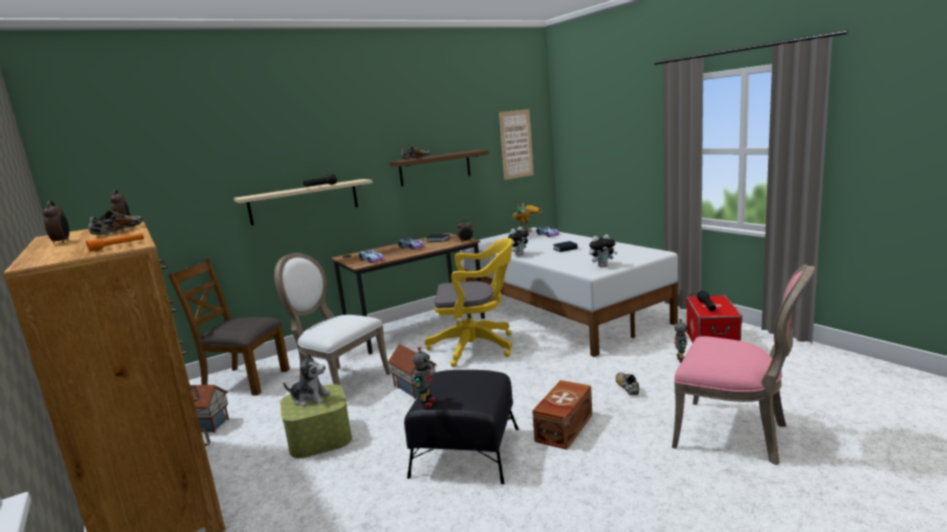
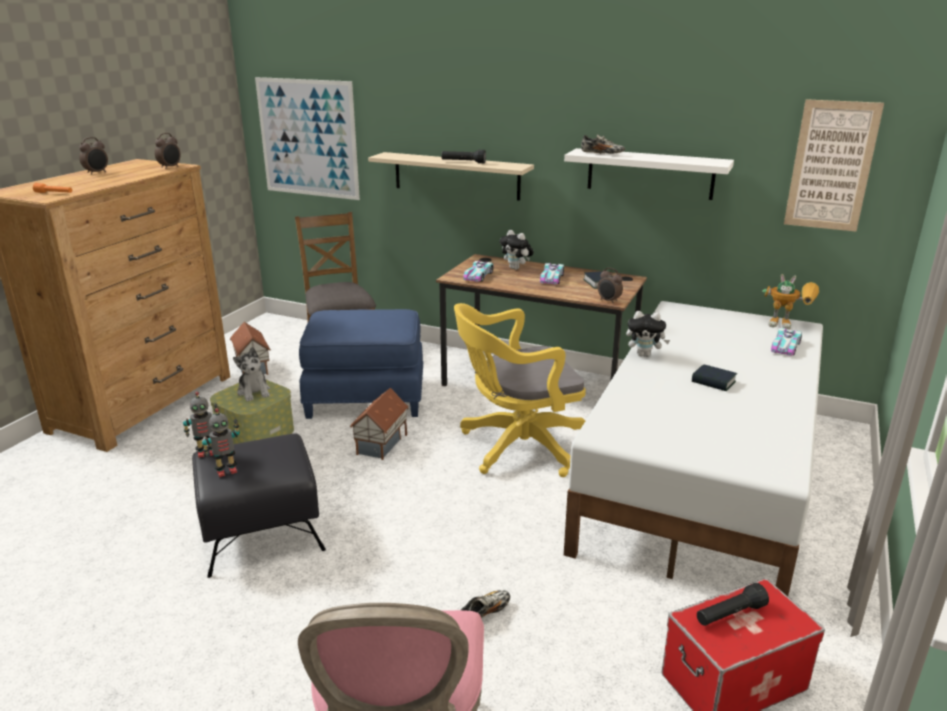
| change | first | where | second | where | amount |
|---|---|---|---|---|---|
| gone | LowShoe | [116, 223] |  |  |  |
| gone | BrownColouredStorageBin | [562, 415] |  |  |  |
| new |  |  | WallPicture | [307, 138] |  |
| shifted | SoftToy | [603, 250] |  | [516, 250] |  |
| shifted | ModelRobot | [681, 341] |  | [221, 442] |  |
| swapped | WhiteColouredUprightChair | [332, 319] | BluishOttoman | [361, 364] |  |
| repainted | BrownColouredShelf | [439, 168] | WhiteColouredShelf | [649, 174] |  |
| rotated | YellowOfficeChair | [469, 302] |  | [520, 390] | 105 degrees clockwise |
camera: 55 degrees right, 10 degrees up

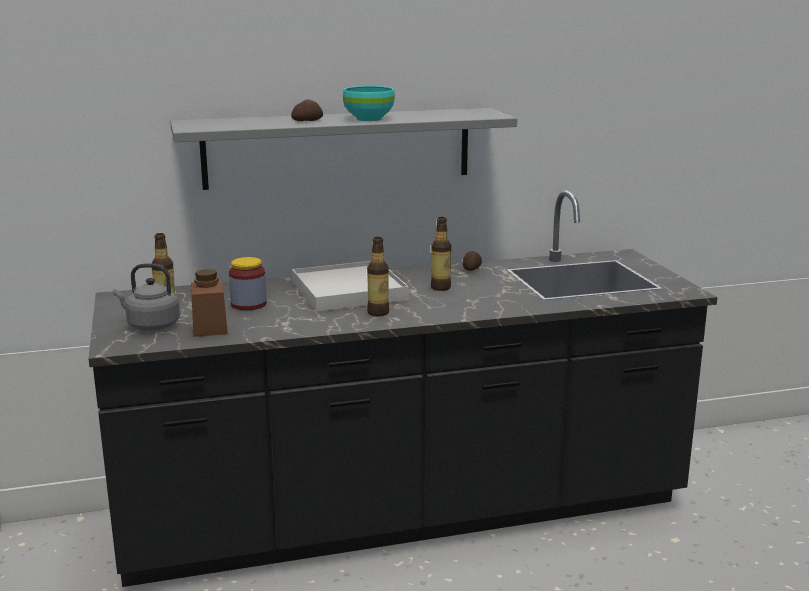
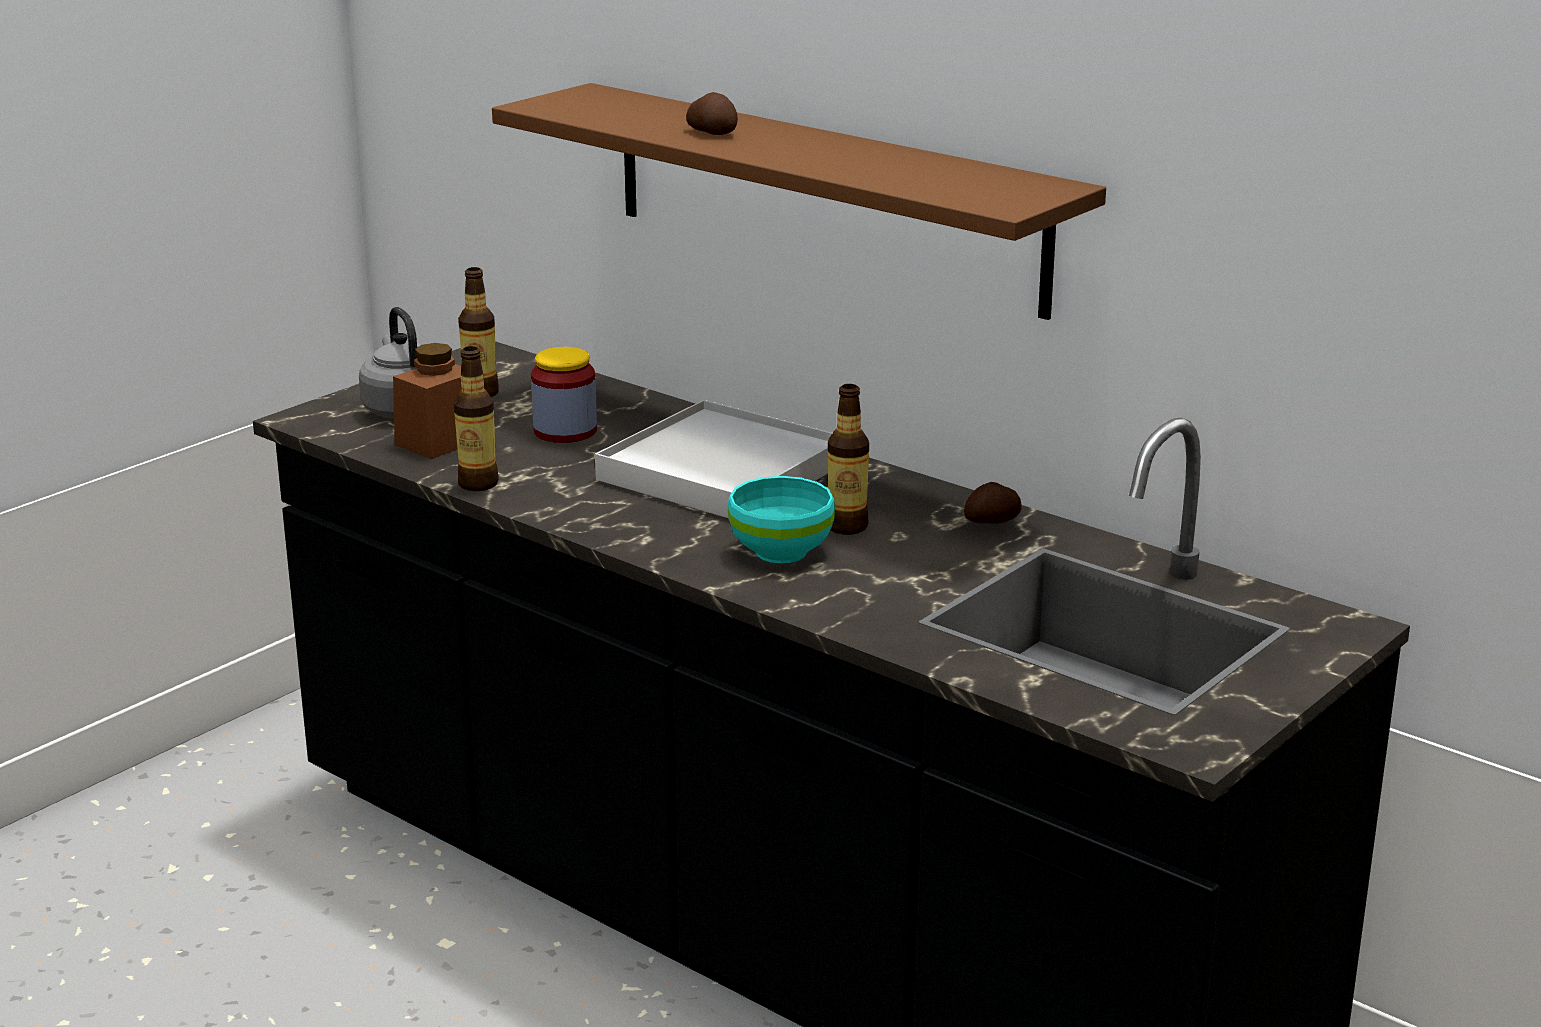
| change | first | where | second | where | amount |
|---|---|---|---|---|---|
| shifted | TurquoiseColouredDeepDish | [369, 103] |  | [781, 519] |  |
| shifted | Bottle | [378, 276] |  | [476, 418] |  |
| repainted | GreyishShelf | [343, 149] | BrownColouredShelf | [799, 201] |  |
camera: 55 degrees right, 5 degrees up

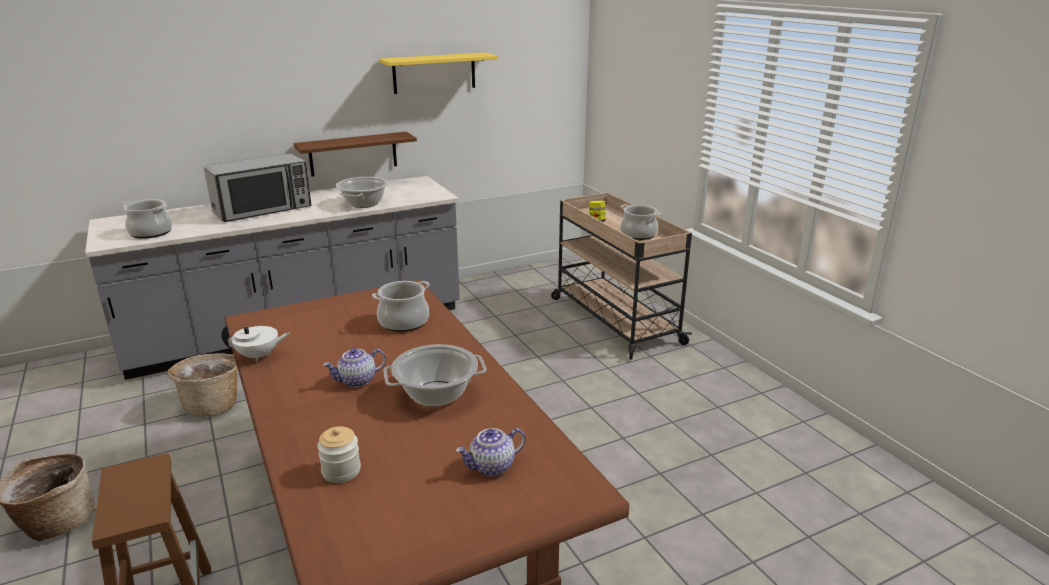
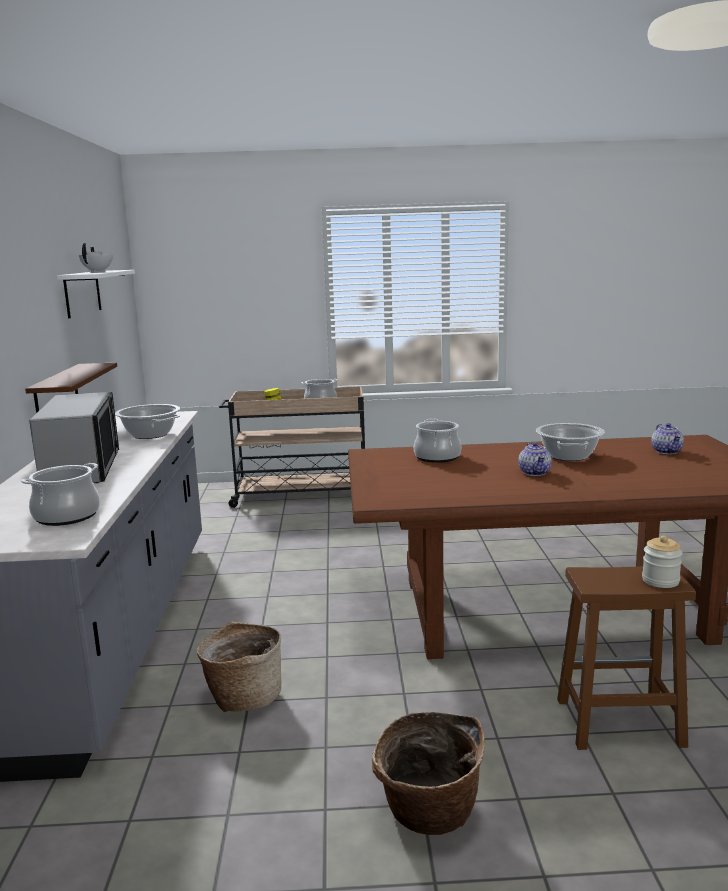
| change | first | where | second | where | amount |
|---|---|---|---|---|---|
| shifted | WhiteColouredTeaPot | [256, 343] |  | [96, 257] |  |
| shifted | Jar | [339, 454] |  | [662, 561] |  |
| repainted | YellowShelf | [438, 73] | WhiteColouredShelf | [96, 294] |  |
camera: 65 degrees left, 10 degrees down

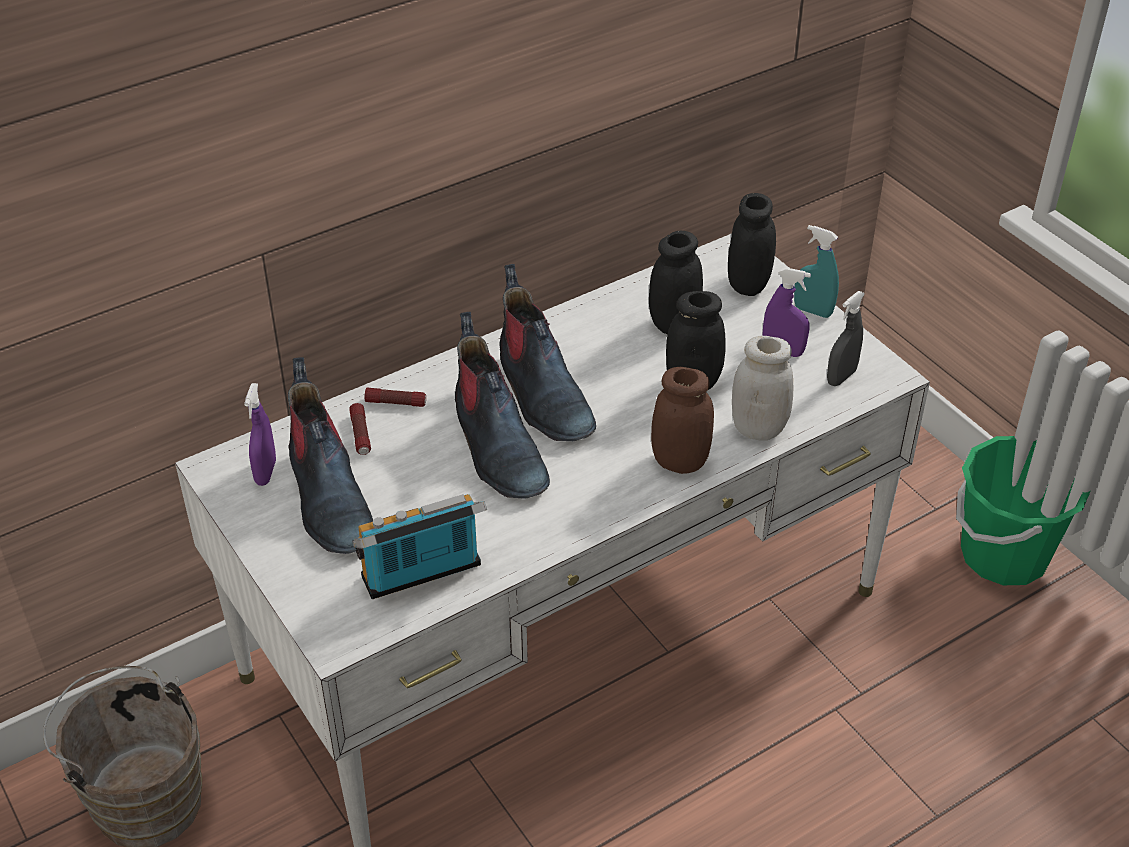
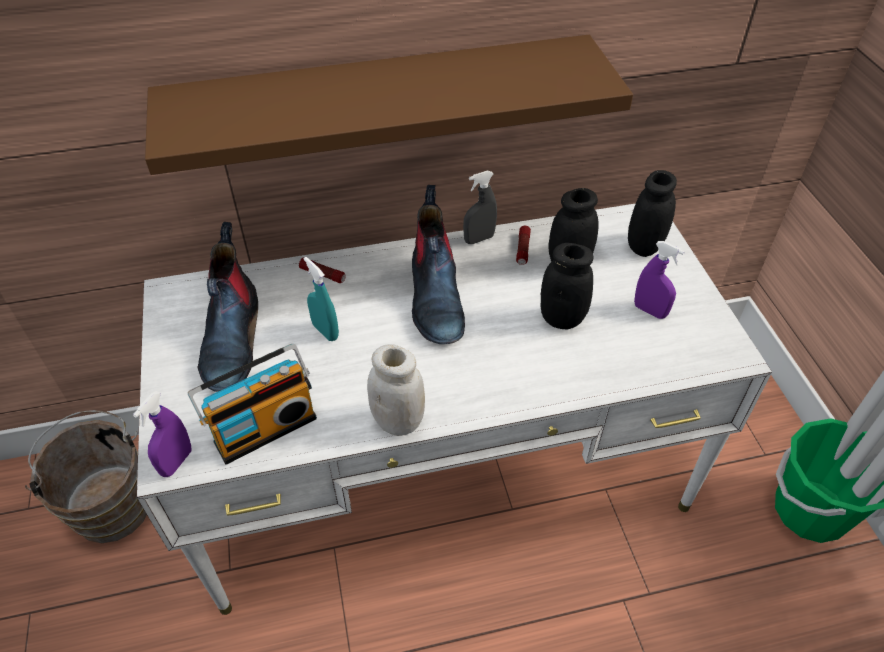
| change | first | where | second | where | amount |
|---|---|---|---|---|---|
| gone | Boot | [502, 405] |  |  |  |
| gone | BrownColouredJar | [682, 420] |  |  |  |
| new |  |  | BrownColouredShelf | [389, 105] |  |
| shifted | PurpleSprayer | [260, 434] |  | [162, 434] |  |
| shifted | HandTorch | [360, 429] |  | [523, 245] |  |
| shifted | WhiteColouredJar | [762, 388] |  | [396, 390] |  |
| shifted | TurquoiseColouredSprayer | [816, 271] |  | [321, 299] |  |
| shifted | GreyishSprayer | [846, 338] |  | [480, 207] |  |
| rotated | Radio | [419, 546] |  | [252, 404] | 150 degrees clockwise |
camera: 20 degrees right, 5 degrees up

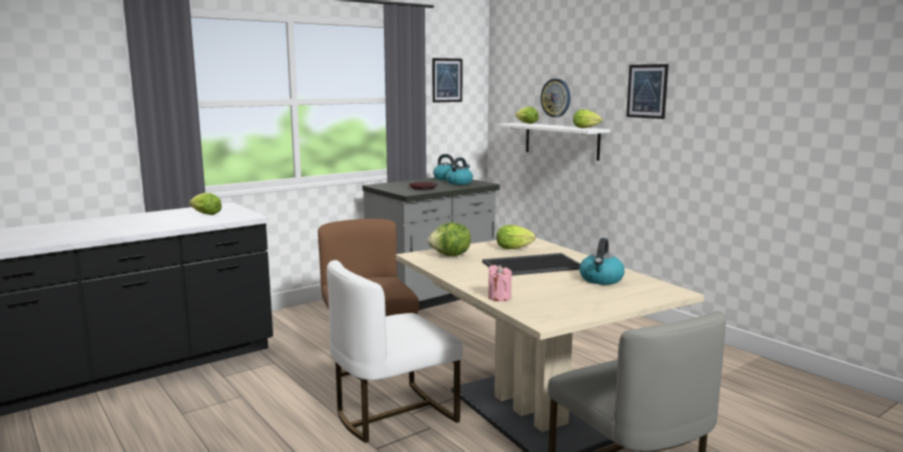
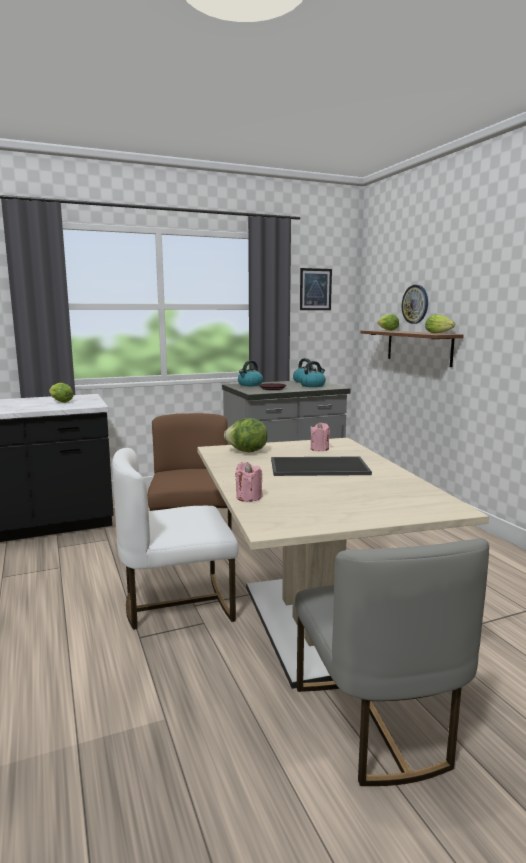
| change | first | where | second | where | amount |
|---|---|---|---|---|---|
| gone | WallPicture | [647, 91] |  |  |  |
| shifted | WaterKettle | [602, 261] |  | [250, 373] |  |
| swapped | LettuceHead | [516, 237] | PinkWaxLight | [320, 436] |  |
| repainted | WhiteColouredShelf | [554, 142] | BrownColouredShelf | [412, 348] |  |
camera: 15 degrees right, 0 degrees up

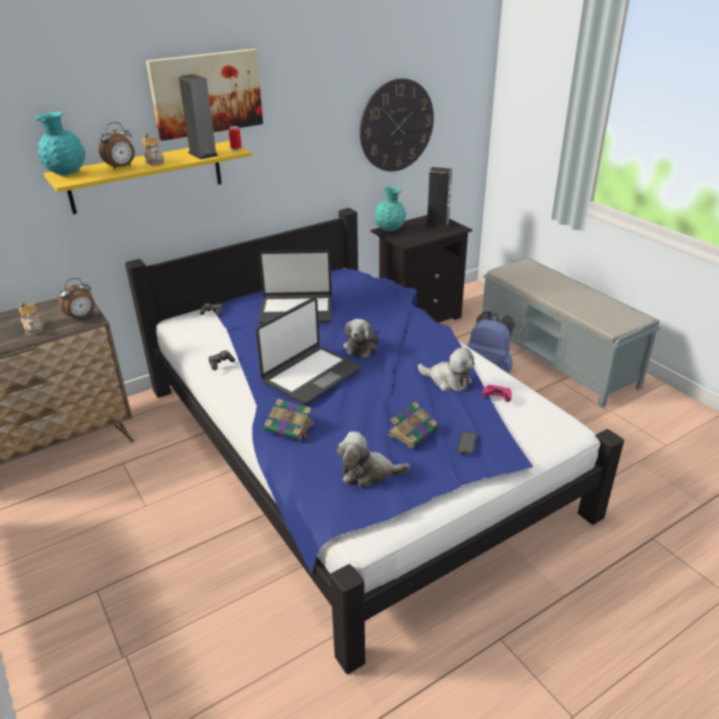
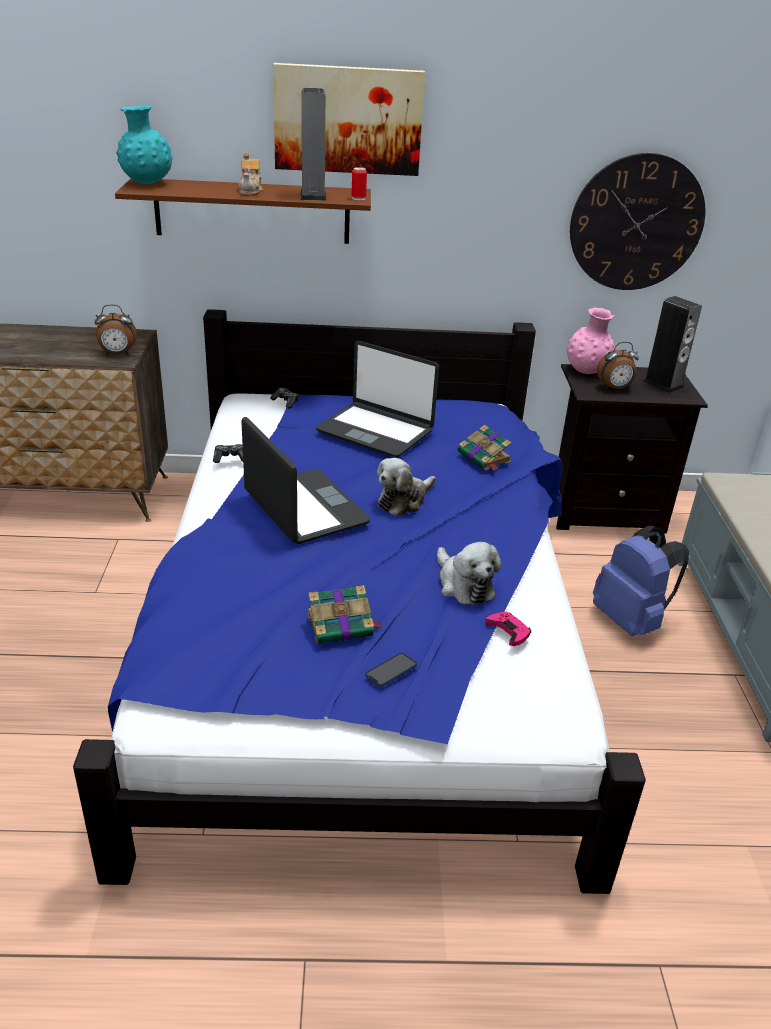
| change | first | where | second | where | amount |
|---|---|---|---|---|---|
| gone | TeaPot | [31, 319] |  |  |  |
| gone | SoftToy | [373, 459] |  |  |  |
| shifted | AlarmClock | [116, 146] |  | [618, 365] |  |
| shifted | Volume | [289, 420] |  | [485, 448] |  |
| repainted | YellowShelf | [148, 177] | BrownColouredShelf | [243, 211] |  |
| repainted | TurquoiseColouredVase | [390, 209] | PinkVase | [591, 340] |  |
| rotated | NotebookComputer | [308, 350] |  | [305, 480] | 105 degrees counterclockwise |
camera: 30 degrees right, 0 degrees up

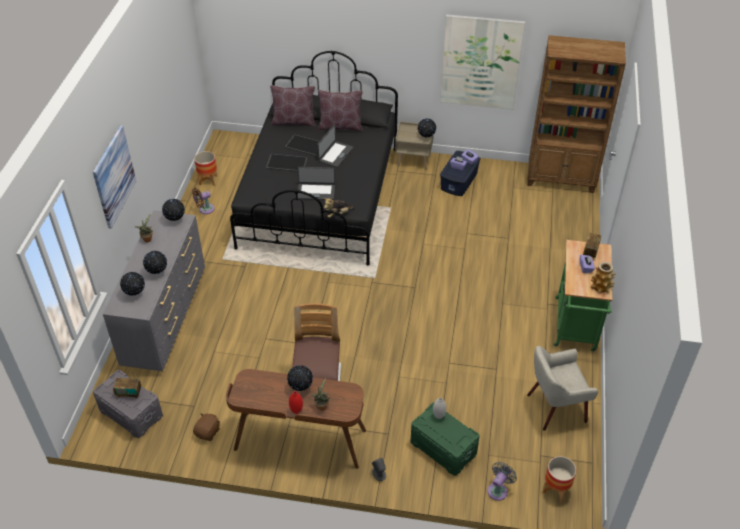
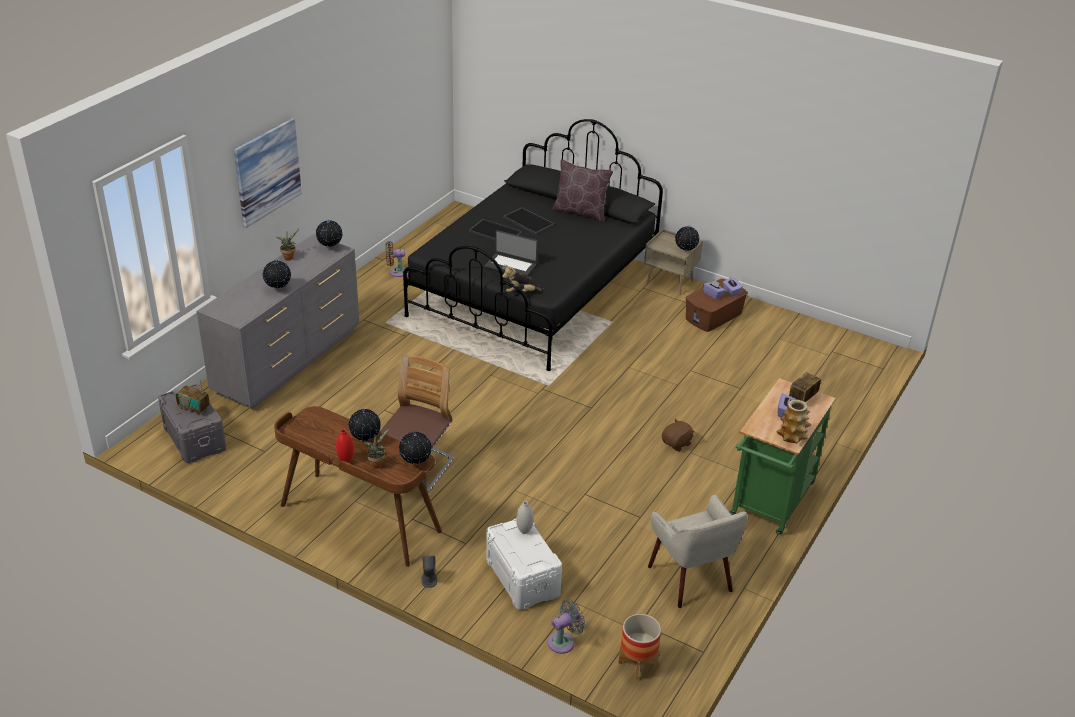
| change | first | where | second | where | amount |
|---|---|---|---|---|---|
| gone | FlowerPot | [205, 168] |  |  |  |
| gone | BrownColouredThrowPillow | [292, 106] |  |  |  |
| gone | NotebookComputer | [335, 146] |  |  |  |
| gone | WallPicture | [482, 61] |  |  |  |
| gone | BrownColouredBookshelf | [576, 114] |  |  |  |
| shifted | DeskGlobe | [132, 284] |  | [415, 448] |  |
| shifted | BrownColouredSoftToy | [206, 427] |  | [678, 435] |  |
| repainted | GreenishStorageBin | [445, 439] | WhiteColouredStorageBin | [524, 564] |  |
| repainted | BluishStorageBin | [460, 173] | BrownColouredStorageBin | [717, 305] |  |
| rotated | SandColouredLoungeChair | [562, 388] |  | [697, 551] | 120 degrees counterclockwise |
camera: 20 degrees right, 10 degrees down

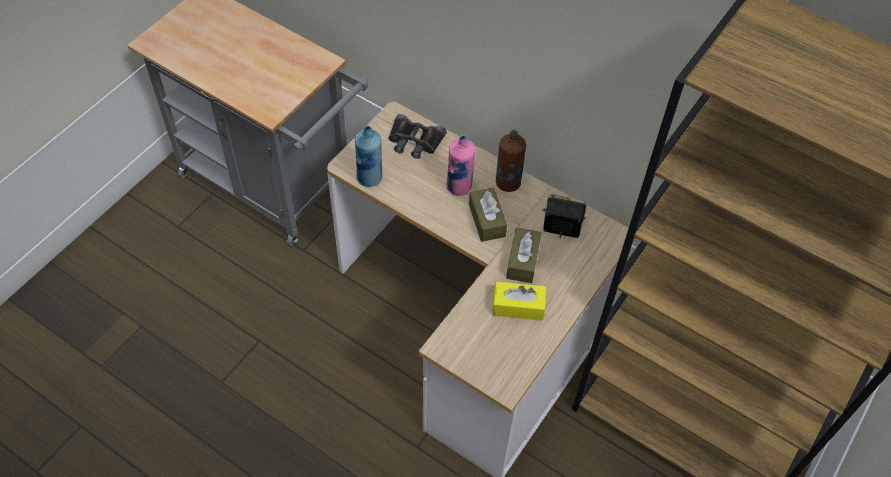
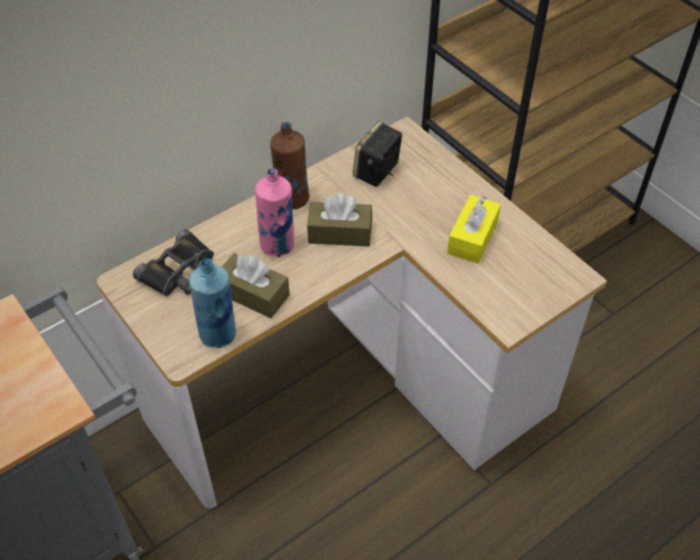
| change | first | where | second | where | amount |
|---|---|---|---|---|---|
| shifted | BrownColouredTissueHolder | [524, 255] |  | [256, 285] |  |
camera: 70 degrees left, 5 degrees down

